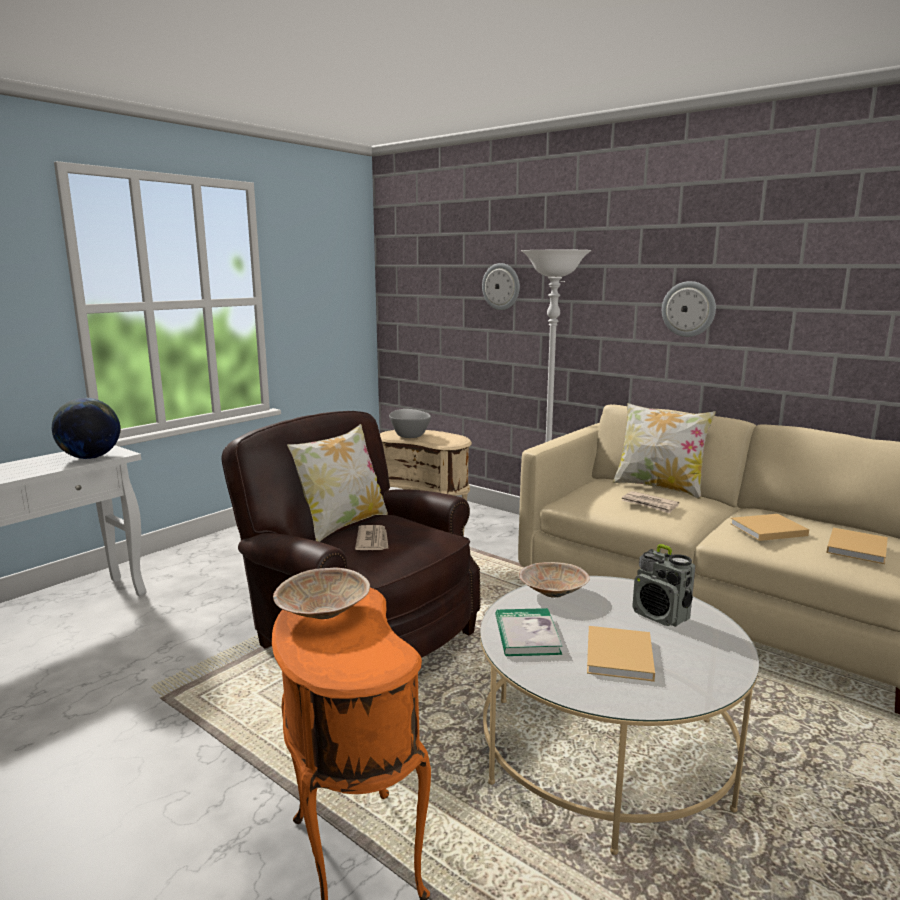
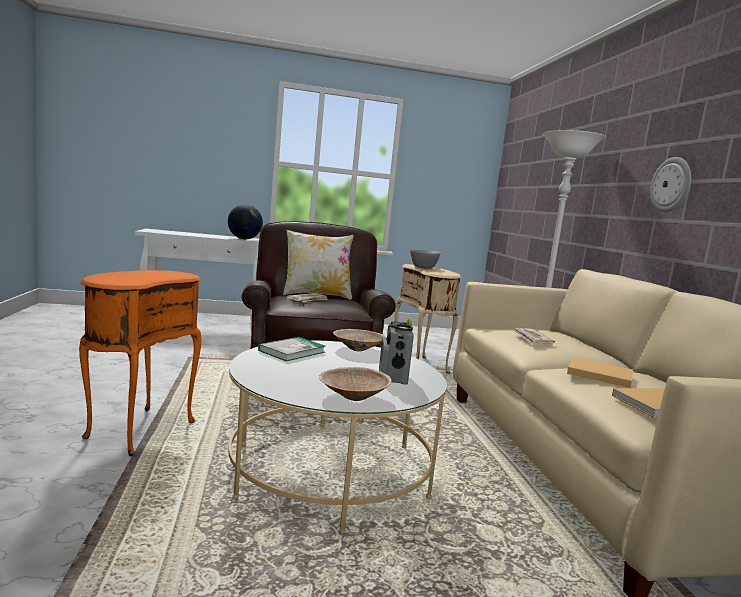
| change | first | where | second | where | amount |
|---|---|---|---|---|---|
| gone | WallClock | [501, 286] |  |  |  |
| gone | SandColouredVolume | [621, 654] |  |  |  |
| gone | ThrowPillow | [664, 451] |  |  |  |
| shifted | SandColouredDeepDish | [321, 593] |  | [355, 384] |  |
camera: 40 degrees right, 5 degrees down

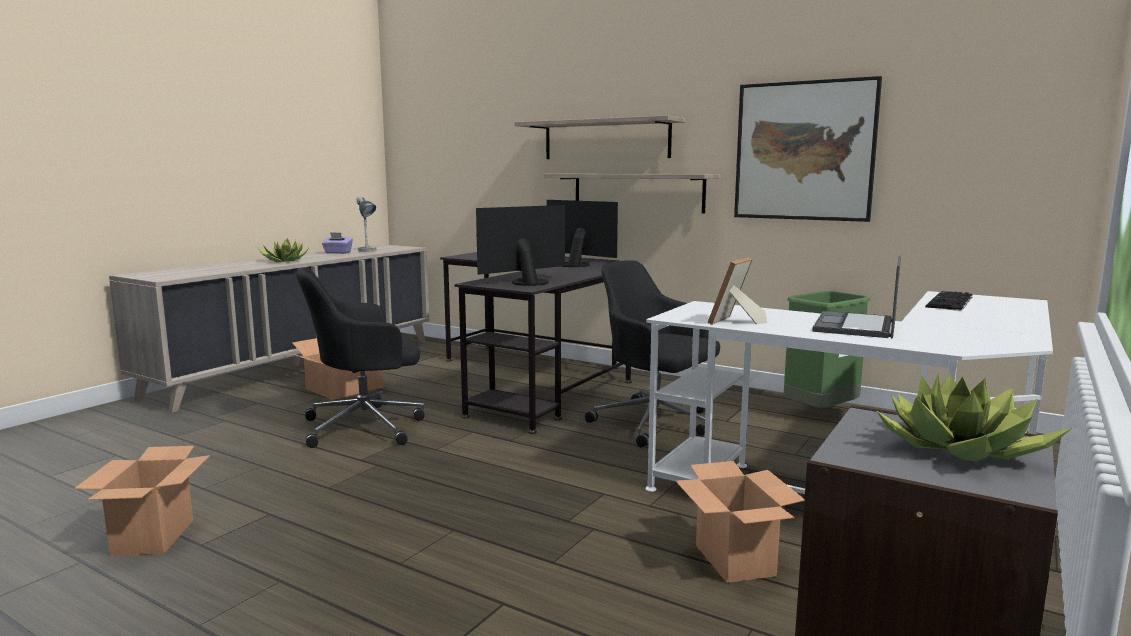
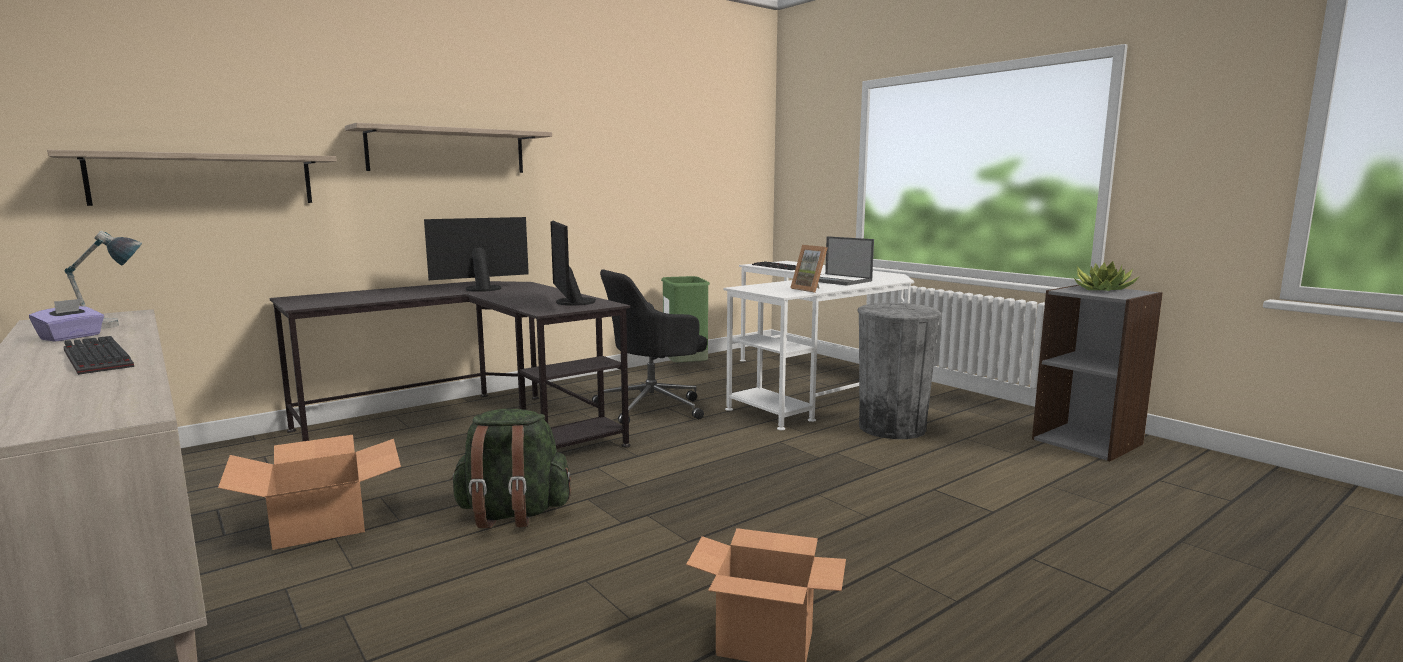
| change | first | where | second | where | amount |
|---|---|---|---|---|---|
| gone | WallPicture | [808, 149] |  |  |  |
| shifted | Shelf | [633, 194] |  | [192, 178] |  |
| swapped | Houseplant | [283, 250] | ComputerKeyboard | [99, 355] |  |
| swapped | BlackishOfficeChair | [360, 357] | GreenishKnapsack | [510, 468] |  |
| swapped | Carton | [740, 522] | GreyishRubbishBin | [899, 371] |  |
camera: 70 degrees left, 0 degrees up

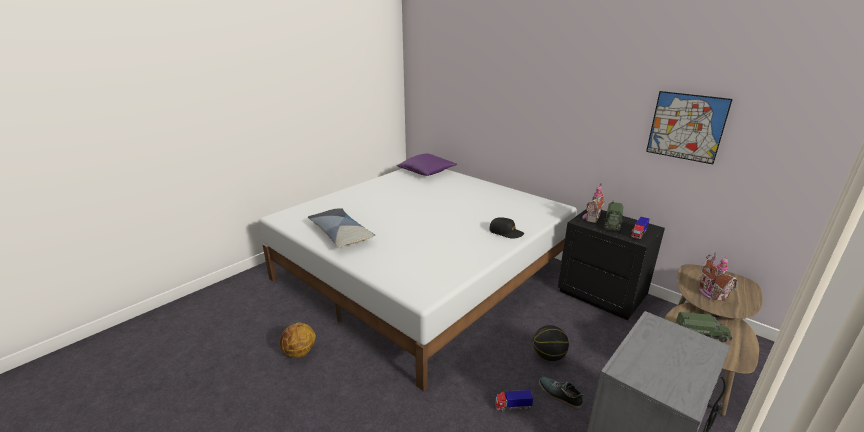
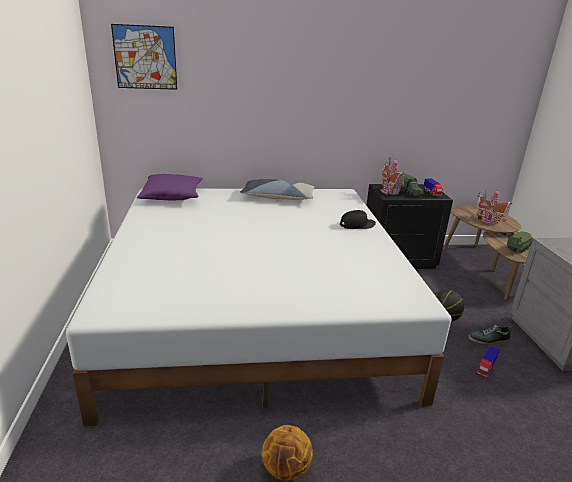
| change | first | where | second | where | amount |
|---|---|---|---|---|---|
| shifted | ThrowPillow | [341, 227] |  | [277, 189] |  |
| shifted | WallPicture | [689, 127] |  | [144, 57] |  |
camera: 50 degrees left, 0 degrees up

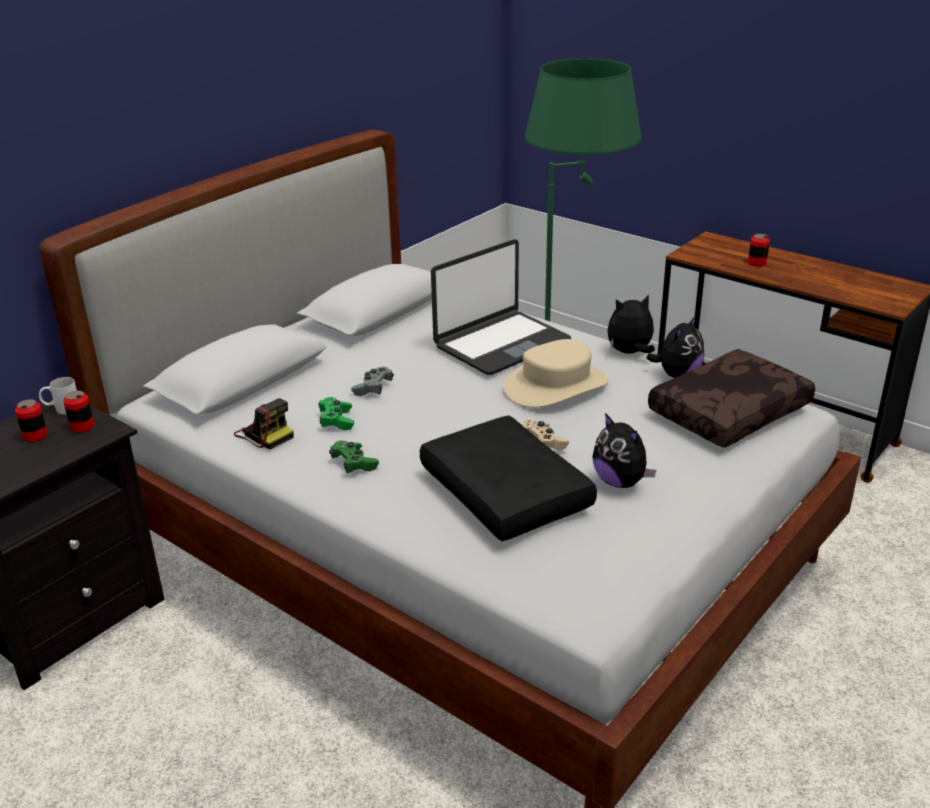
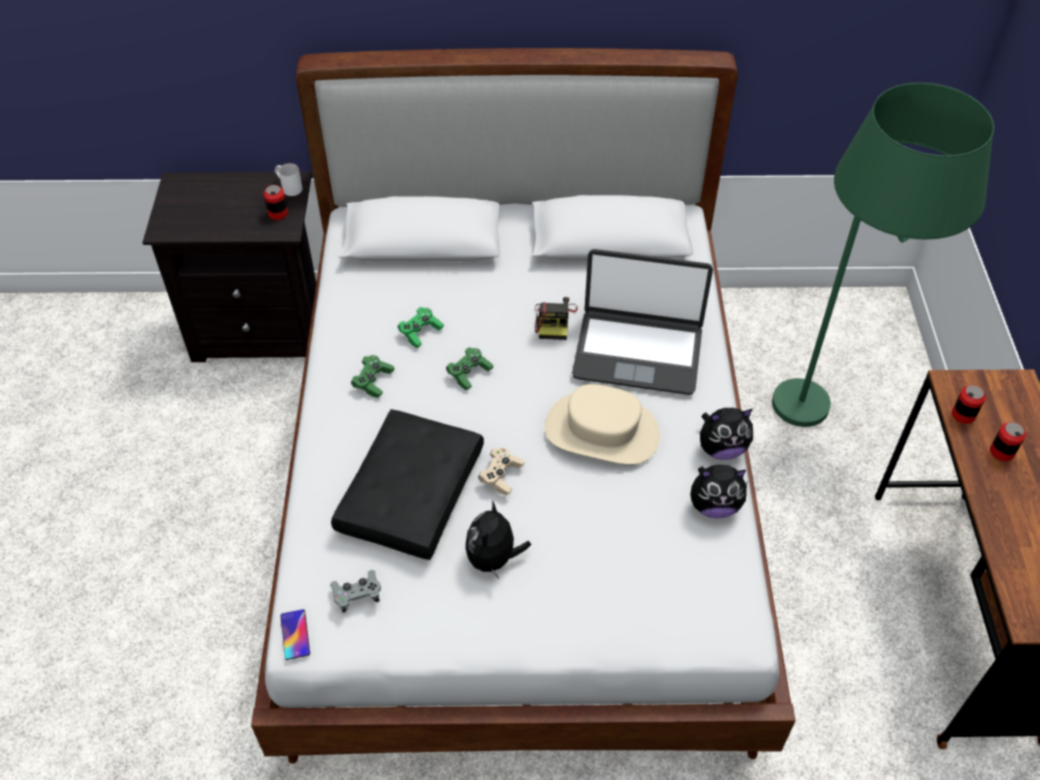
| change | first | where | second | where | amount |
|---|---|---|---|---|---|
| gone | BrownColouredThrowPillow | [731, 398] |  |  |  |
| new |  |  | Telephone | [295, 634] |  |
| new |  |  | GreenishGamepad | [469, 369] |  |
| shifted | MetalCan | [31, 420] |  | [969, 404] |  |
| shifted | StillCamera | [264, 424] |  | [556, 318] |  |
| shifted | GreyishGamepad | [372, 381] |  | [355, 591] |  |
| rotated | SoftToy | [631, 324] |  | [726, 434] | 135 degrees clockwise |
camera: 50 degrees right, 20 degrees up

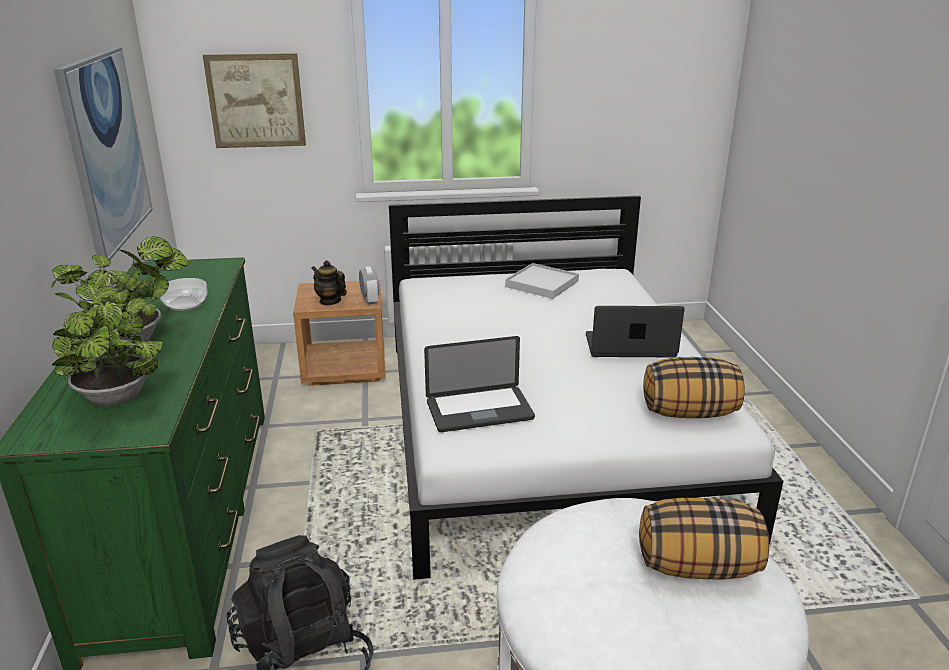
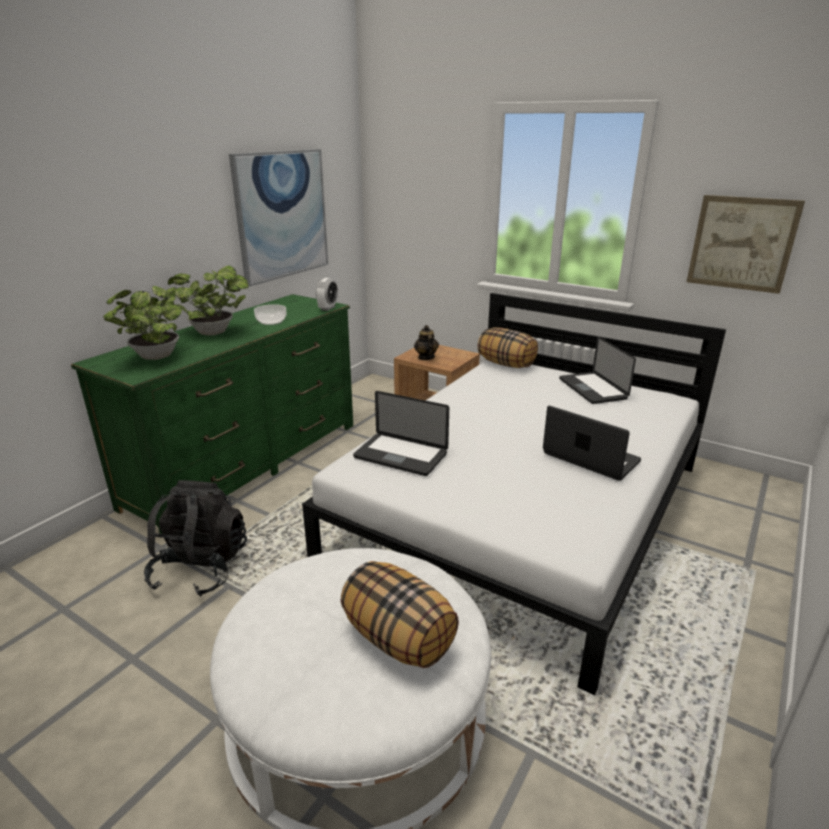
| change | first | where | second | where | amount |
|---|---|---|---|---|---|
| shifted | WallPicture | [254, 100] |  | [745, 244] |  |
| shifted | AlarmClock | [369, 285] |  | [327, 294] |  |
| shifted | ThrowPillow | [694, 387] |  | [507, 347] |  |
| swapped | WhiteColouredCarryingTray | [542, 281] | NotebookComputer | [597, 370] |  |
camera: 40 degrees right, 0 degrees up

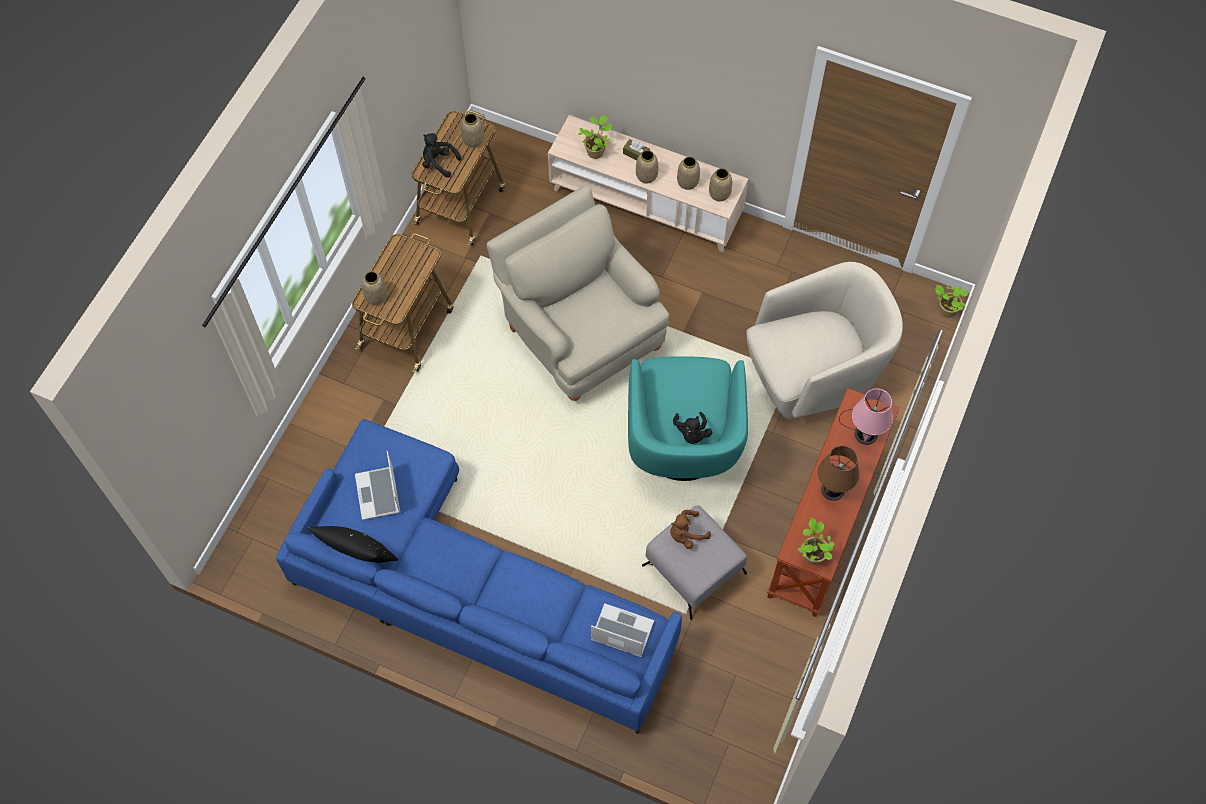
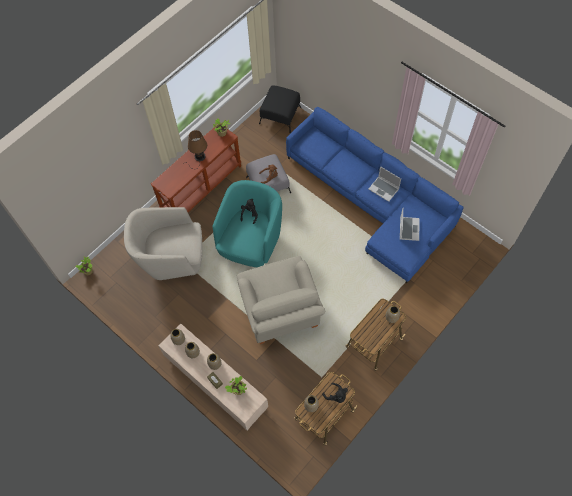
| change | first | where | second | where | amount |
|---|---|---|---|---|---|
| gone | BlackishThrowPillow | [353, 544] |  |  |  |
| gone | PinkTableLamp | [866, 417] |  |  |  |
| new |  |  | BlackishOttoman | [280, 109] |  |
| shifted | NotebookComputer | [622, 630] |  | [385, 184] |  |
camera: 160 degrees left, 0 degrees up

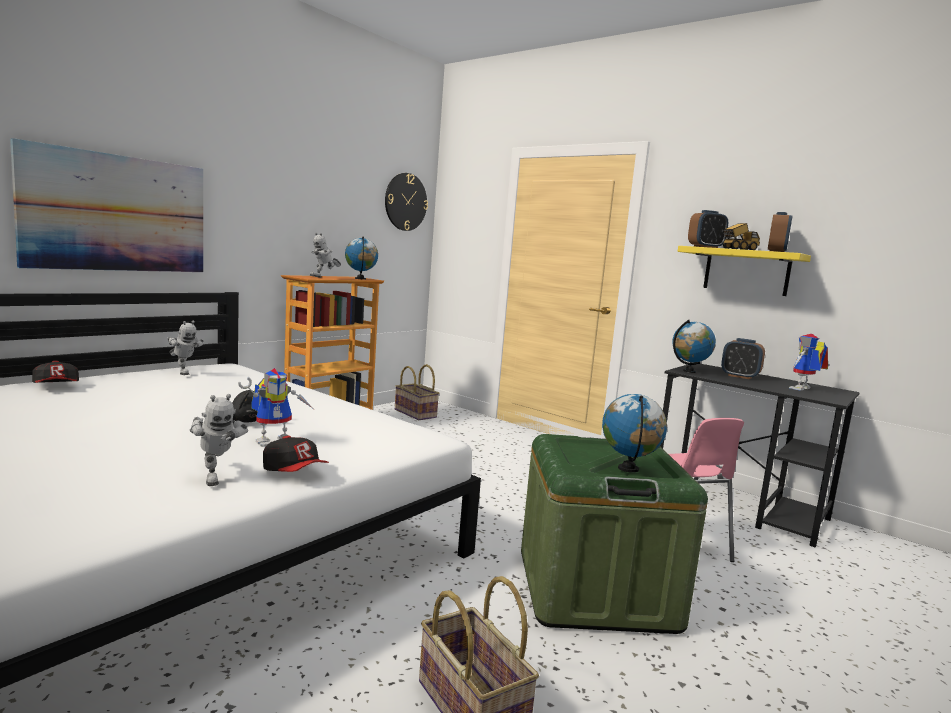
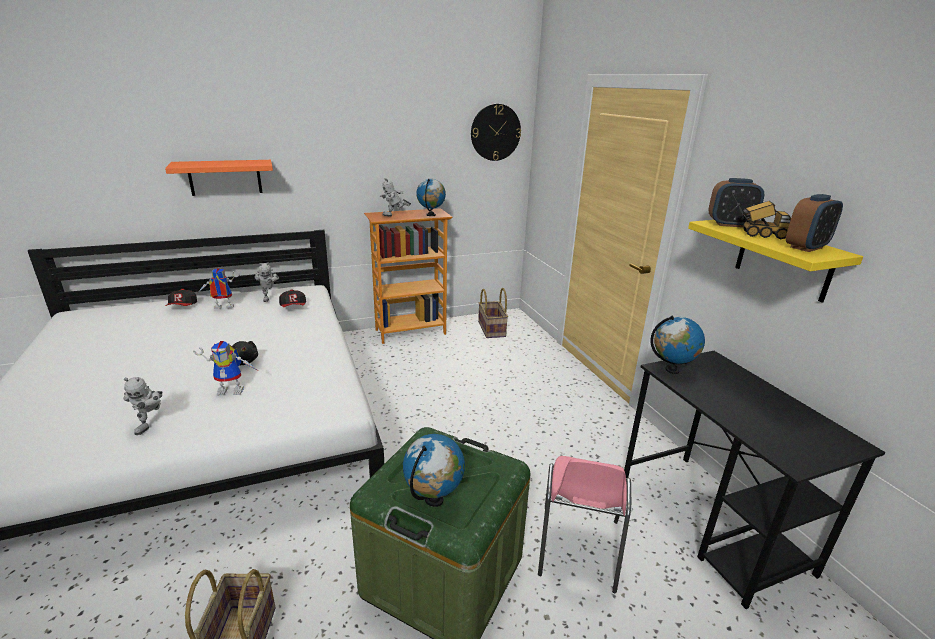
| change | first | where | second | where | amount |
|---|---|---|---|---|---|
| gone | AlarmClock | [743, 358] |  |  |  |
| shifted | PeakedCap | [296, 454] |  | [292, 298] |  |
| shifted | ModelRobot | [809, 362] |  | [219, 288] |  |
| swapped | WallPicture | [106, 205] | OrangeShelf | [219, 178] |  |
camera: 30 degrees right, 15 degrees up

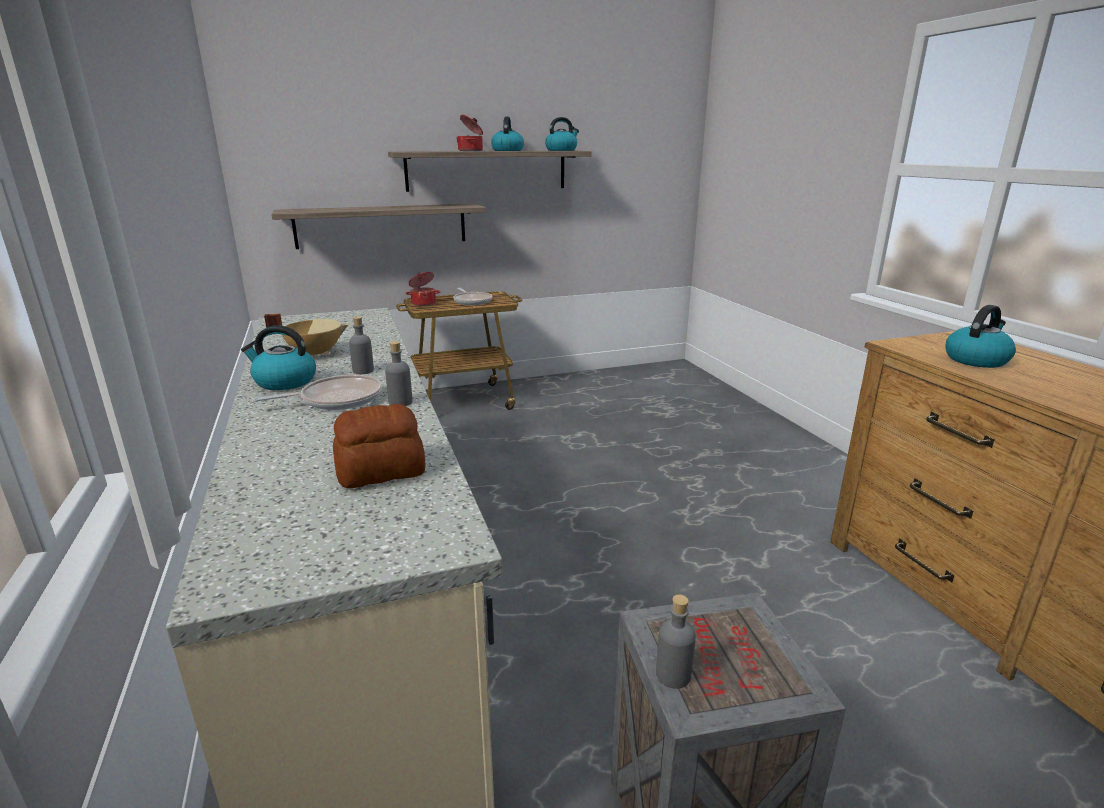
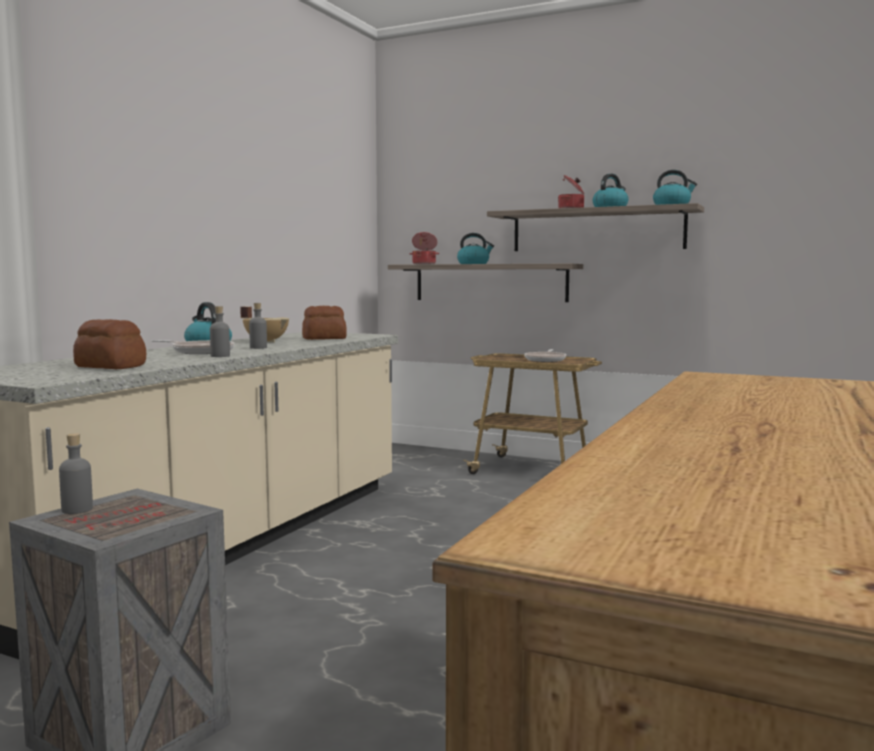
| change | first | where | second | where | amount |
|---|---|---|---|---|---|
| new |  |  | Bread | [324, 323] |  |
| shifted | CookingPot | [422, 289] |  | [424, 248] |  |
| shifted | WaterKettle | [981, 336] |  | [475, 248] |  |
camera: 45 degrees right, 15 degrees down

